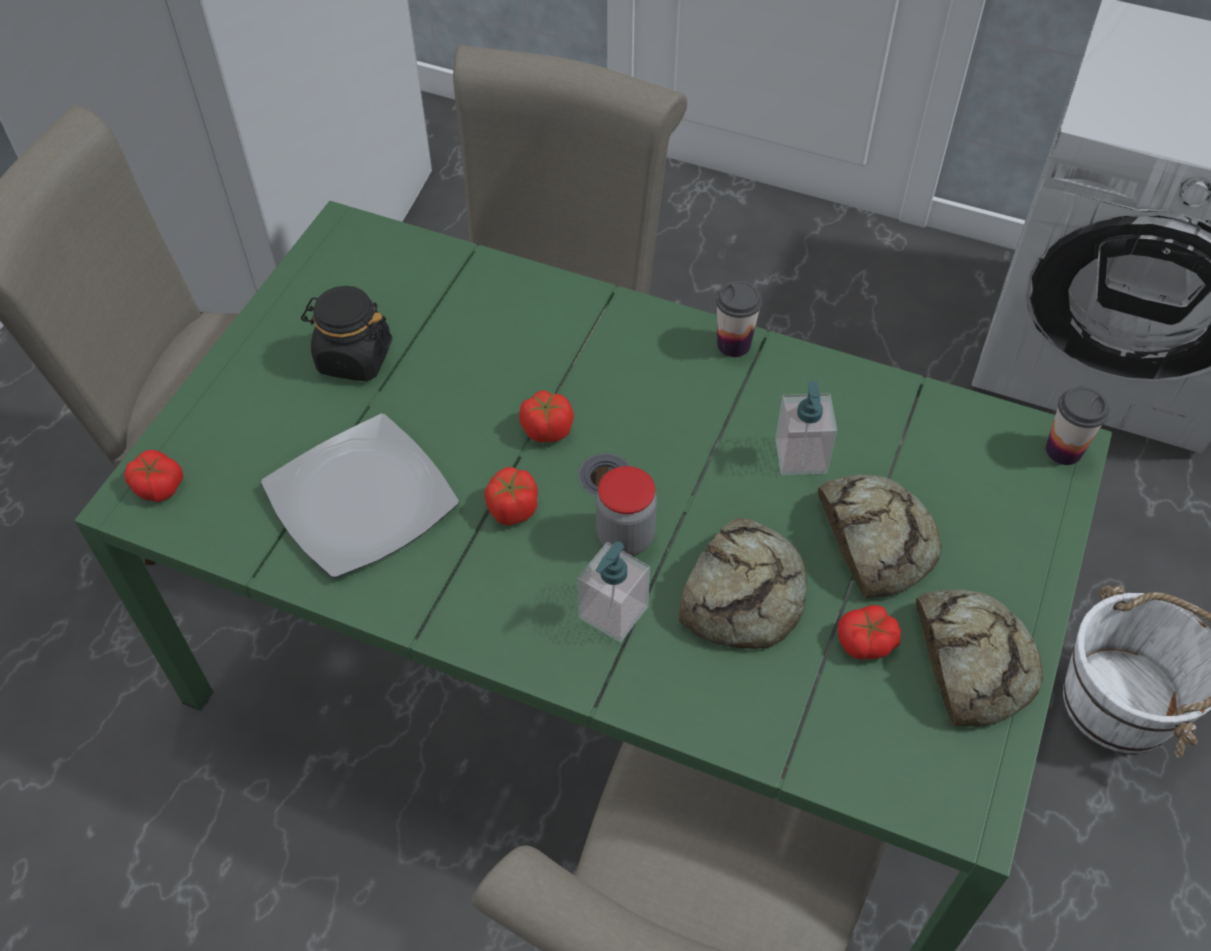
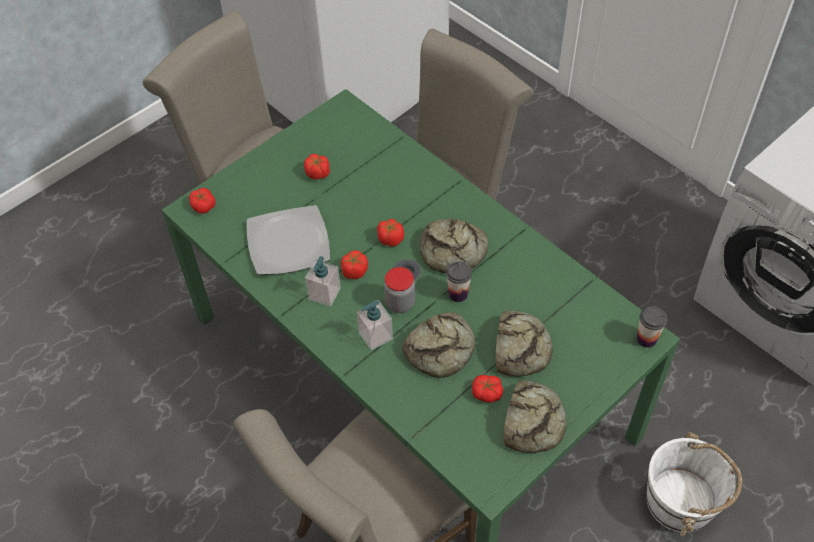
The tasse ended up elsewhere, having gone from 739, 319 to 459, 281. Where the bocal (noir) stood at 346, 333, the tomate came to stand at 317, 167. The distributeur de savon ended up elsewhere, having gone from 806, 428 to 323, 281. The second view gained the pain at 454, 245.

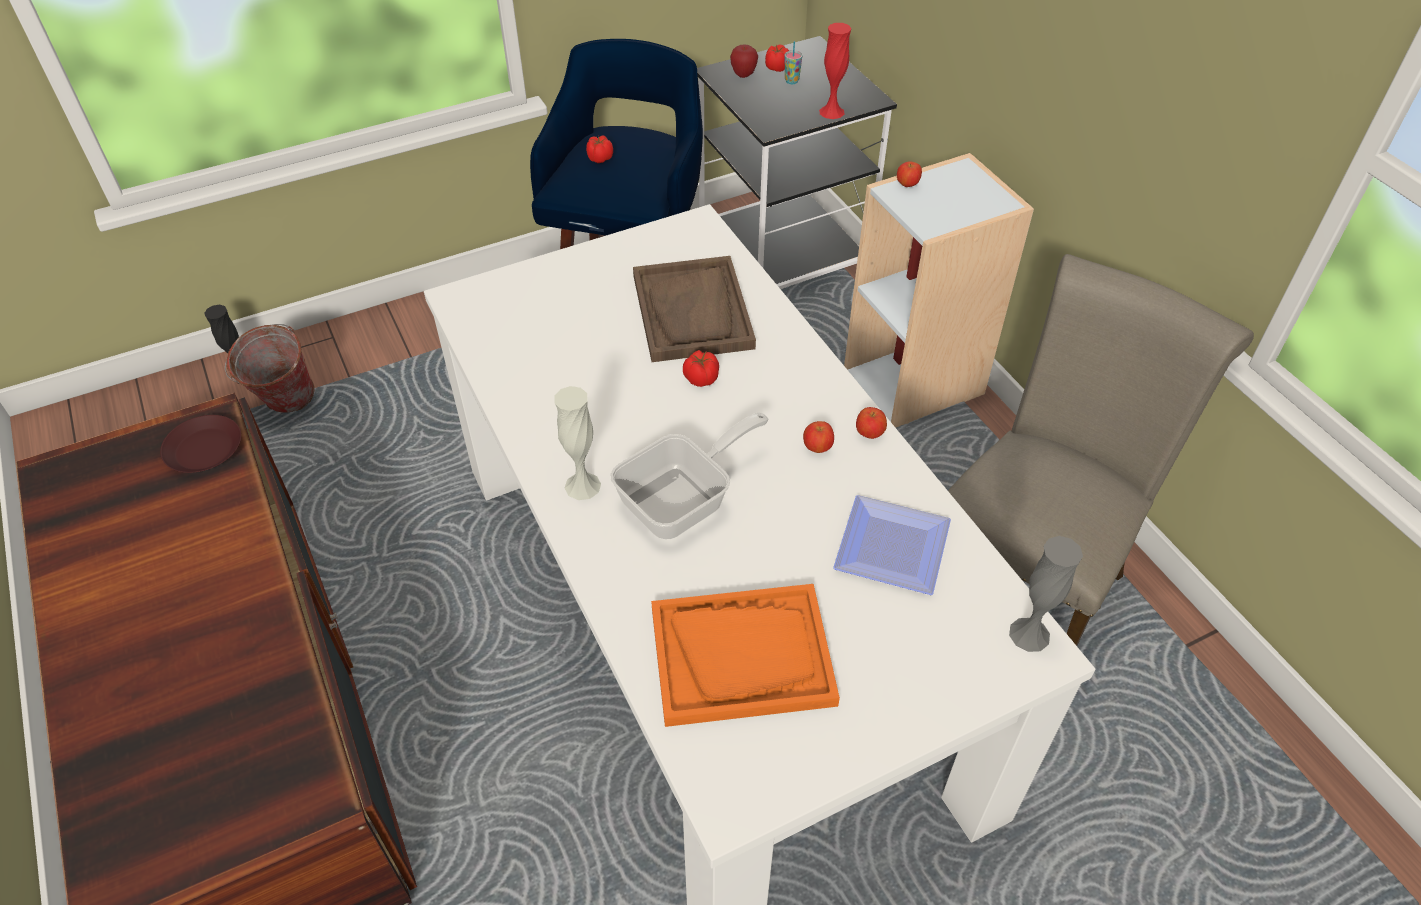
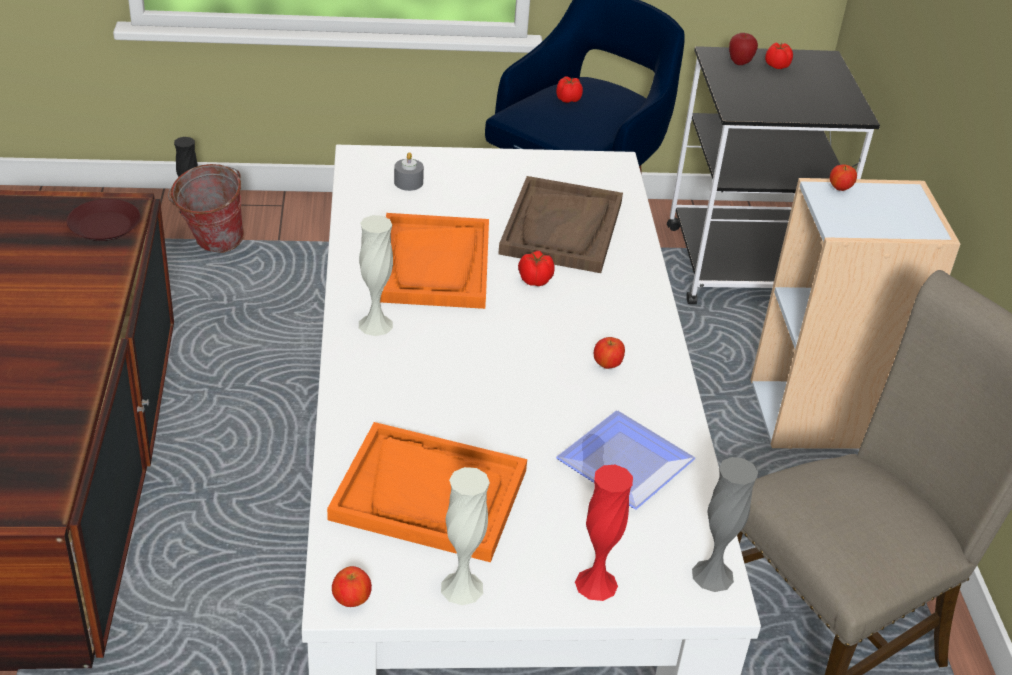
The vase (rouge) ended up elsewhere, having gone from 835, 71 to 604, 533. The second view lost the tasse at 793, 62. The pomme ended up elsewhere, having gone from 871, 423 to 352, 586. The second view lost the poêle at 690, 475. The second view gained the bougie (gris) at 409, 171. The second view gained the plateau (orange) at 434, 261. The second view gained the vase (blanc) at 465, 536.

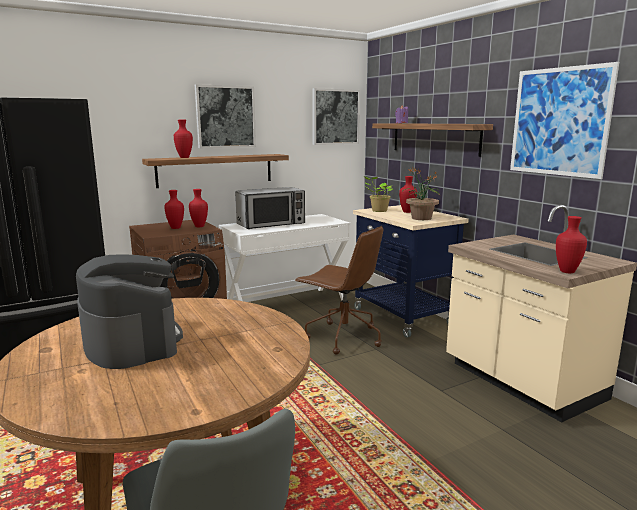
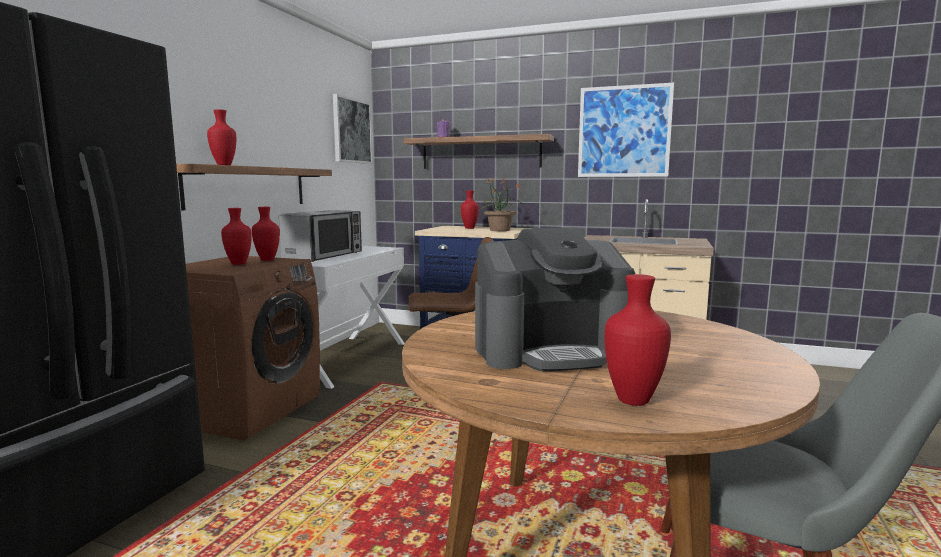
The second view lost the tableau at 225, 116. The second view lost the plante en pot at 378, 194. The vase (rouge) ended up elsewhere, having gone from 571, 244 to 637, 340. The machine à café at 129, 311 ended up facing another way, 150 degrees clockwise from before.

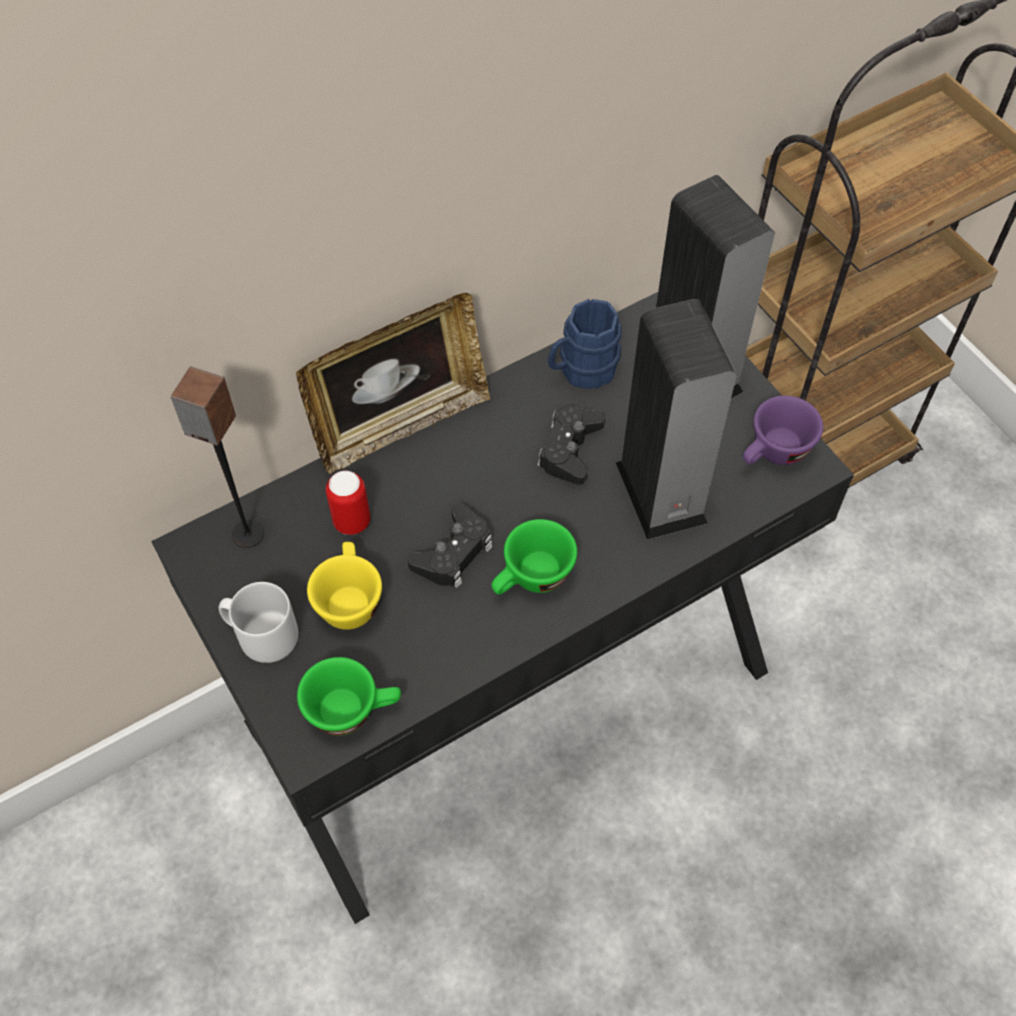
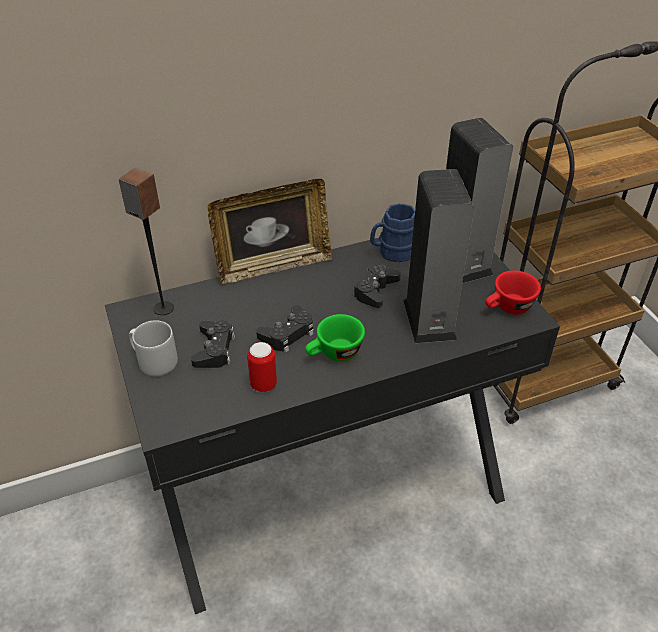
What was the tasse (violet) at 783, 430 turned into the tasse (rouge) at 513, 293. The boîte métallique ended up elsewhere, having gone from 348, 503 to 262, 367. Where the tasse (jaune) stood at 344, 586, the manette (noir) came to stand at 213, 344. The second view lost the tasse (vert) at 349, 696.

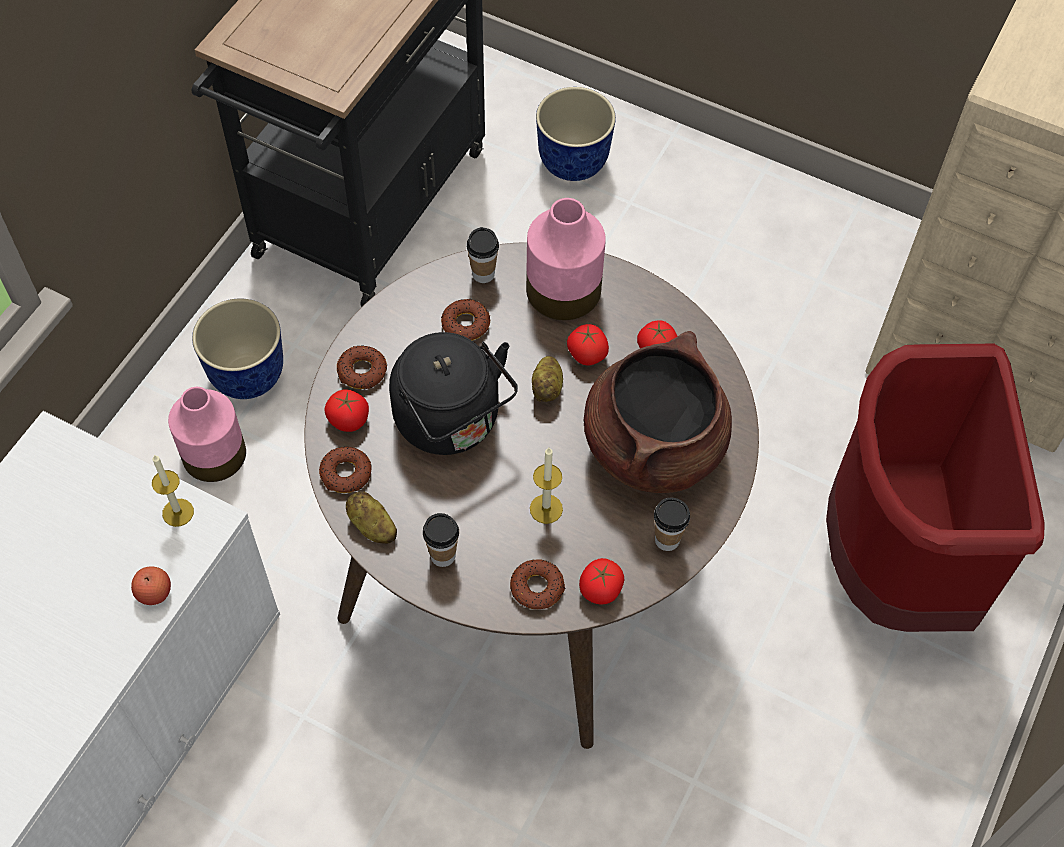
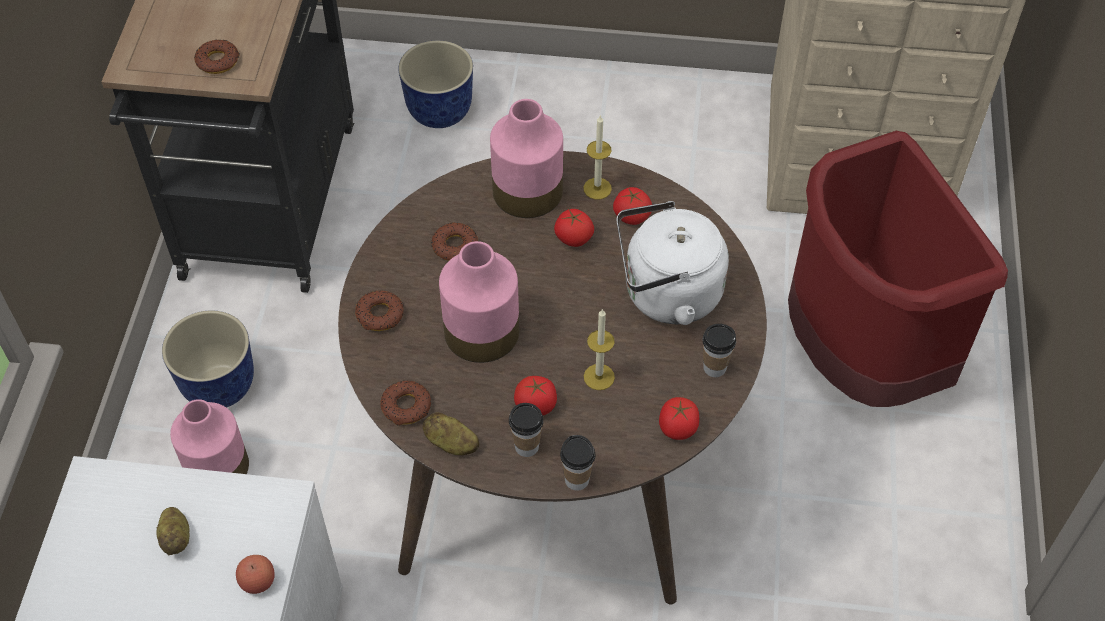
The tasse ended up elsewhere, having gone from 482, 255 to 577, 463. Where the marmite (marron) stood at 657, 412, the bouilloire (blanc) came to stand at 673, 263. Where the bouilloire (noir) stood at 453, 393, the vase (rose) came to stand at 479, 302. The pomme de terre ended up elsewhere, having gone from 547, 379 to 173, 531. The tomate ended up elsewhere, having gone from 346, 410 to 535, 395. The bougie ended up elsewhere, having gone from 173, 490 to 597, 157. The beignet ended up elsewhere, having gone from 538, 584 to 217, 56.

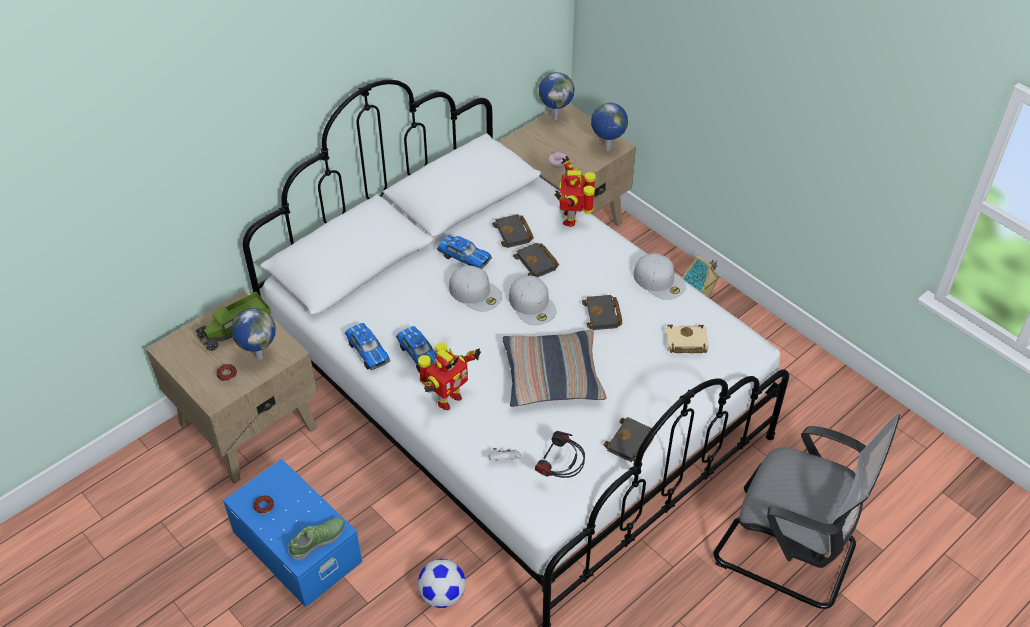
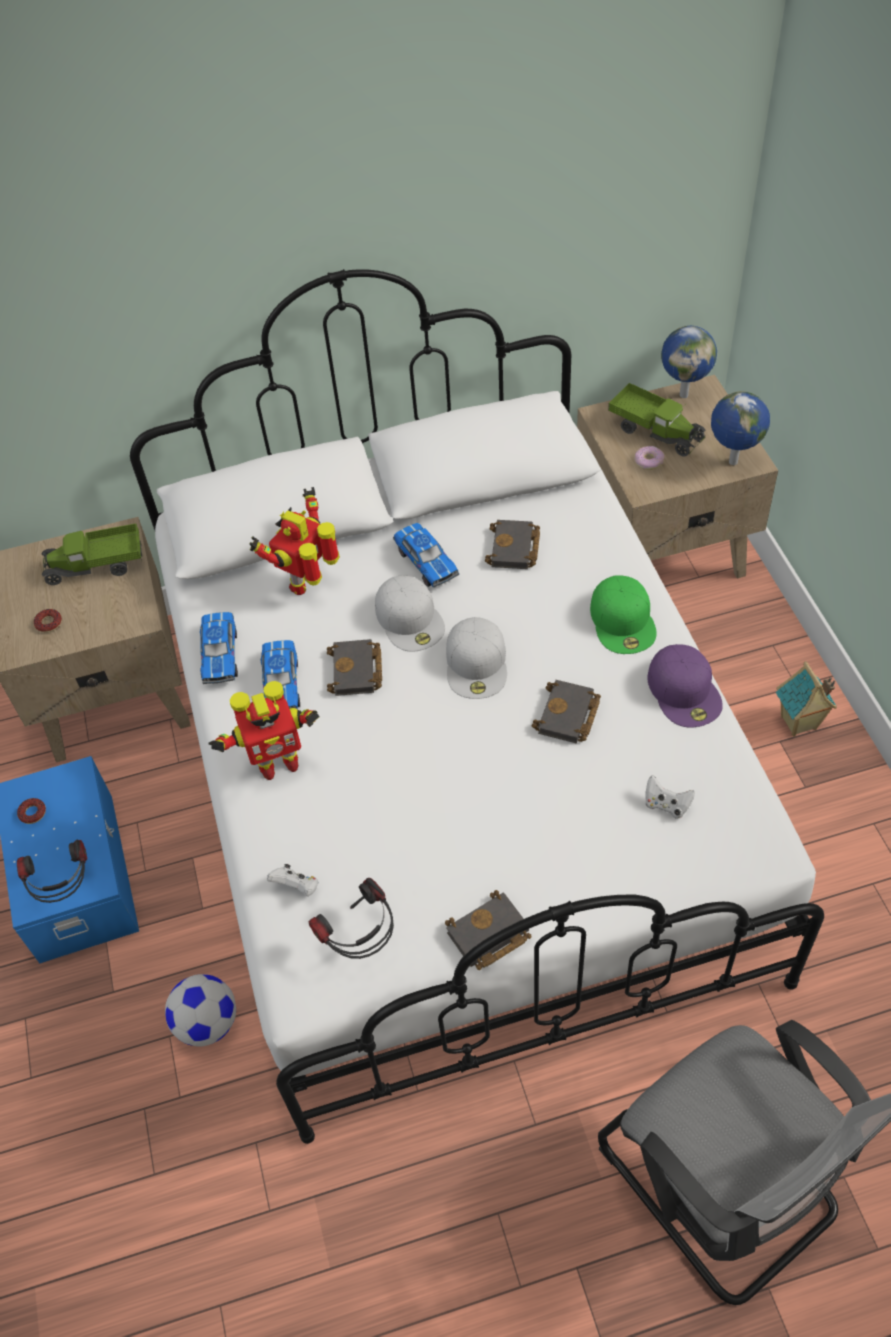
The robot jouet ended up elsewhere, having gone from 575, 191 to 295, 541. The livre (noir) ended up elsewhere, having gone from 536, 260 to 354, 667. What was the casquette (blanc) at 659, 276 turned into the casquette (violet) at 685, 686. The second view lost the globe at 253, 334. Where the livre (beige) stood at 687, 338, the manette (blanc) came to stand at 670, 797. The second view lost the coussin at 554, 368. Where the chaussure stood at 316, 539, the casque audio came to stand at 52, 871. The second view gained the camion jouet at 657, 420. The second view gained the casquette (vert) at 623, 614.

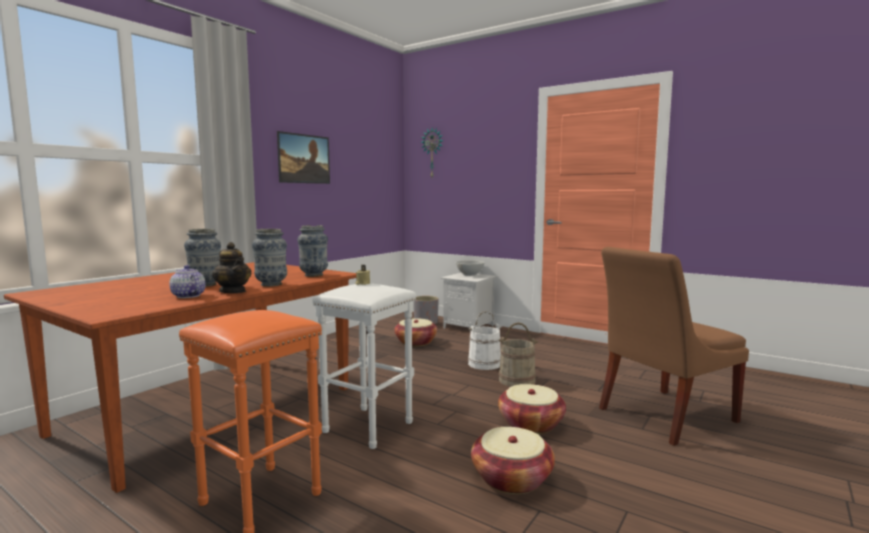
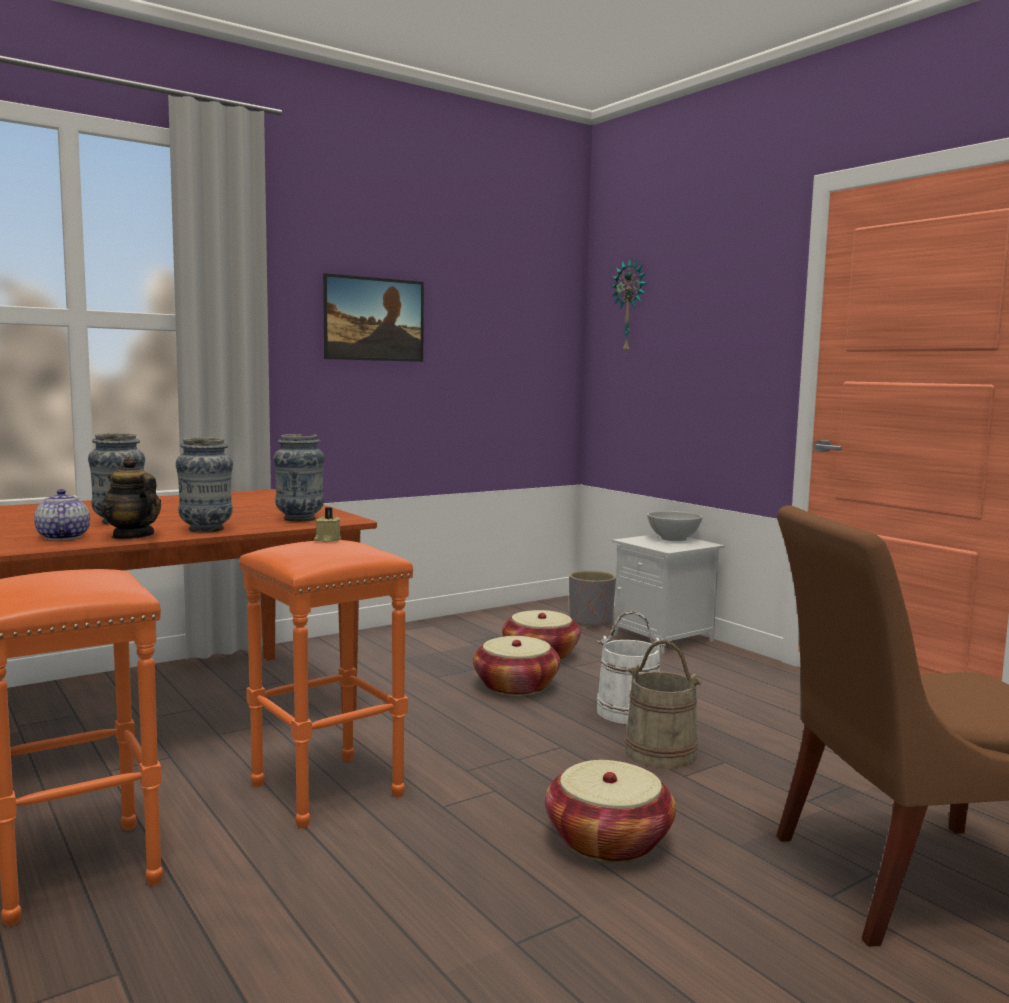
The théière at 231, 267 ended up facing another way, 150 degrees clockwise from before. What was the tabouret (blanc) at 364, 366 turned into the tabouret (orange) at 326, 684. The panier ended up elsewhere, having gone from 513, 460 to 516, 666.

